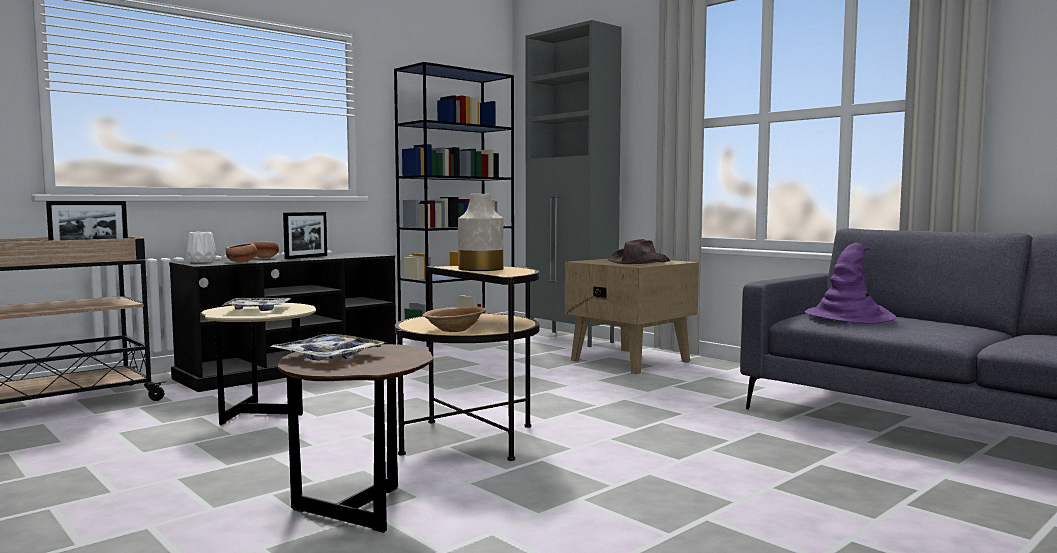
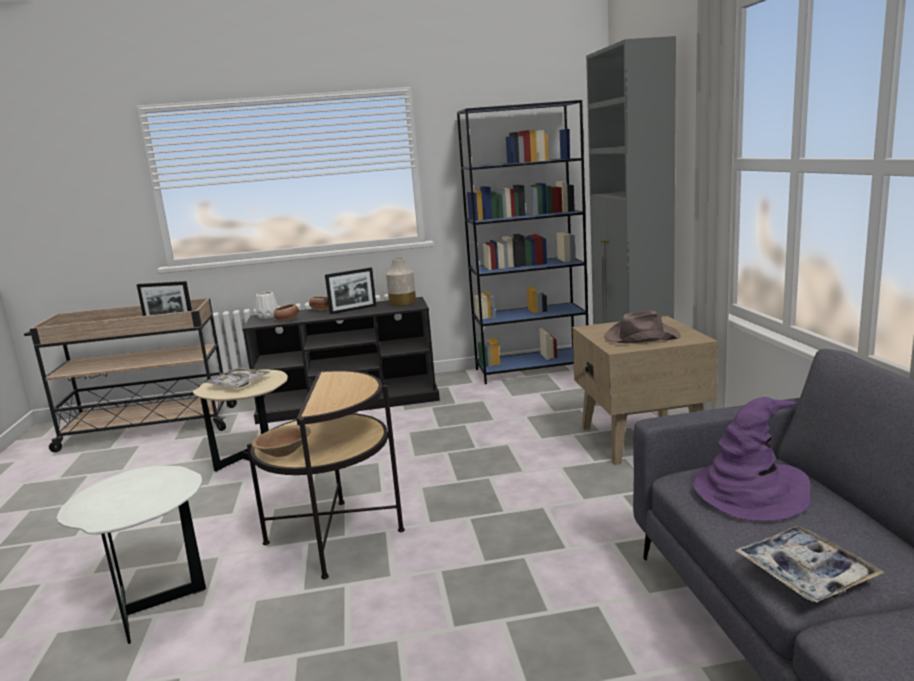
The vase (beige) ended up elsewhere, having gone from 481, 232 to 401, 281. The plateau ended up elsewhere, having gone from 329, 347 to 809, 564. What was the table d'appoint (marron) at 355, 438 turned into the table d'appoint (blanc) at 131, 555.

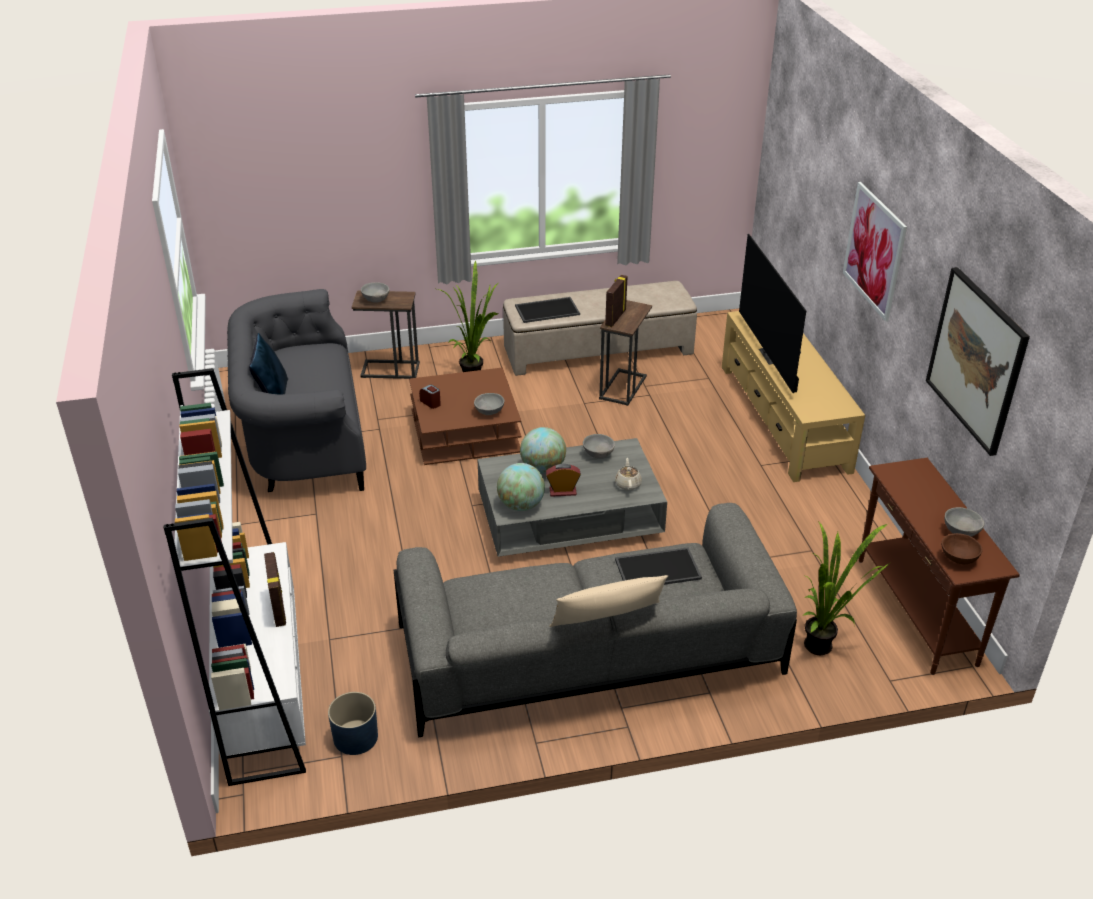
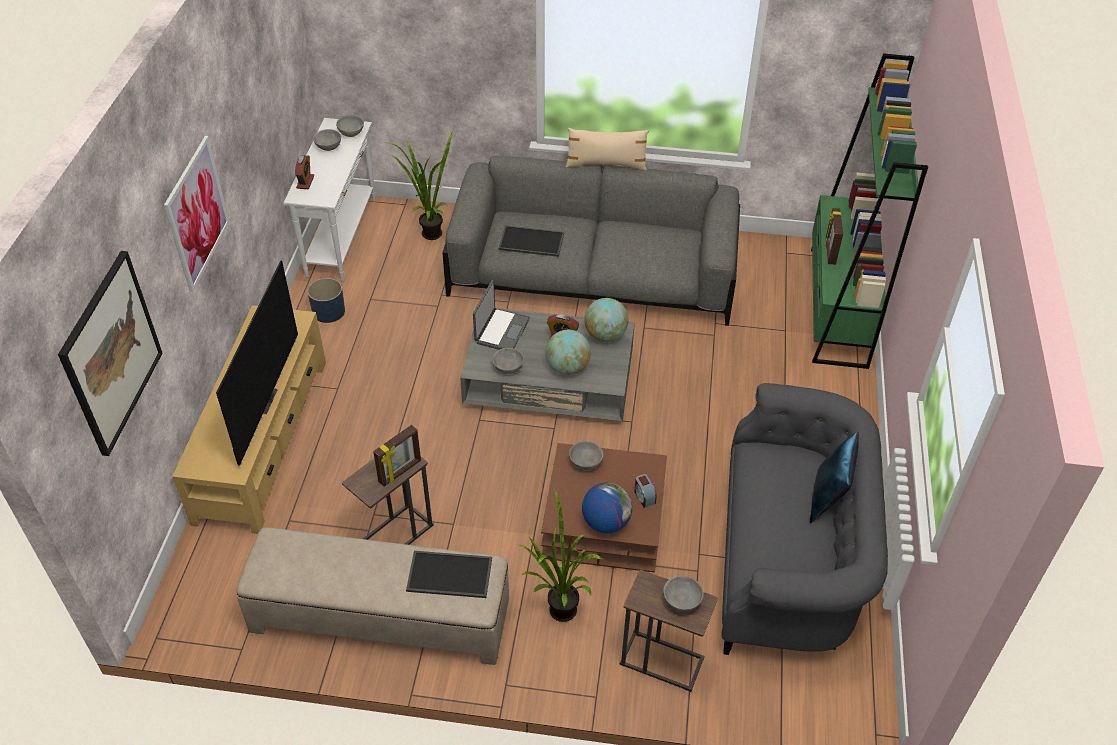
The tableau ended up elsewhere, having gone from 978, 361 to 110, 353. What was the bibliothèque (blanc) at 235, 577 turned into the bibliothèque (vert) at 869, 211. Where the théière (beige) stood at 628, 474, the ordinateur portable came to stand at 501, 315. What was the table console (marron) at 939, 566 turned into the table console (blanc) at 329, 200. What was the bol (marron) at 962, 548 turned into the bol (gris) at 350, 126. The cache-pot (bleu) ended up elsewhere, having gone from 353, 723 to 326, 300. The second view gained the réveil at 304, 172. The second view gained the globe at 607, 508.

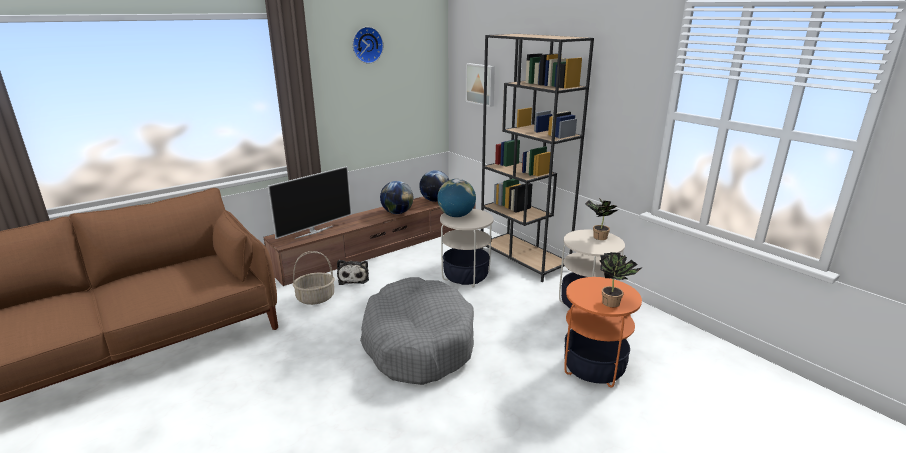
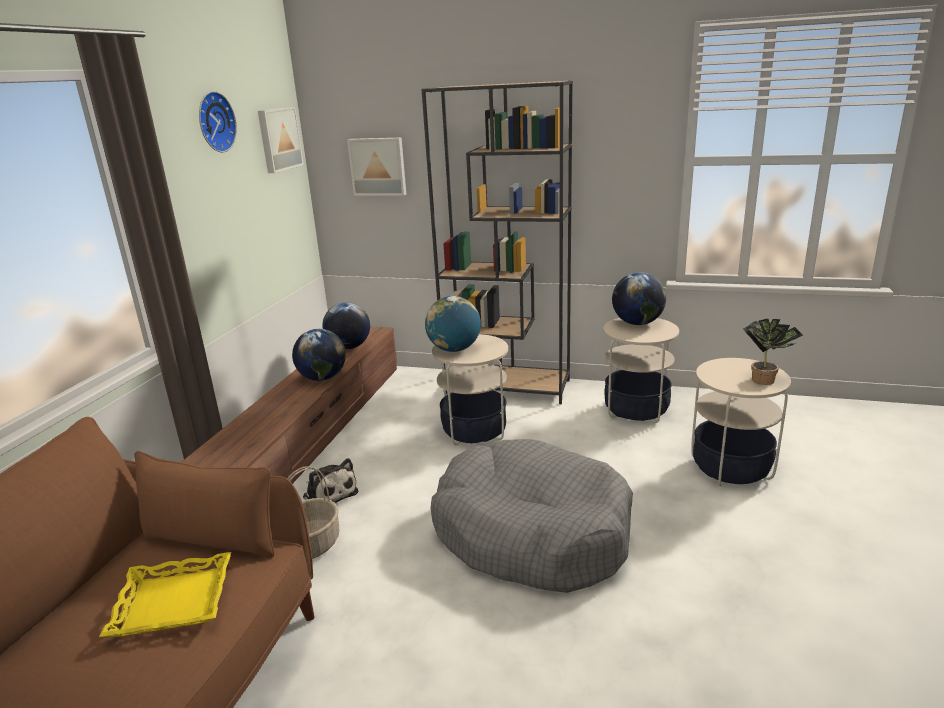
The second view lost the téléviseur at 310, 202. Where the plante en pot stood at 602, 219, the globe came to stand at 639, 298. What was the table d'appoint (orange) at 603, 332 turned into the table d'appoint (beige) at 741, 422. The second view gained the tableau at 281, 140. The second view gained the plateau (jaune) at 165, 594.

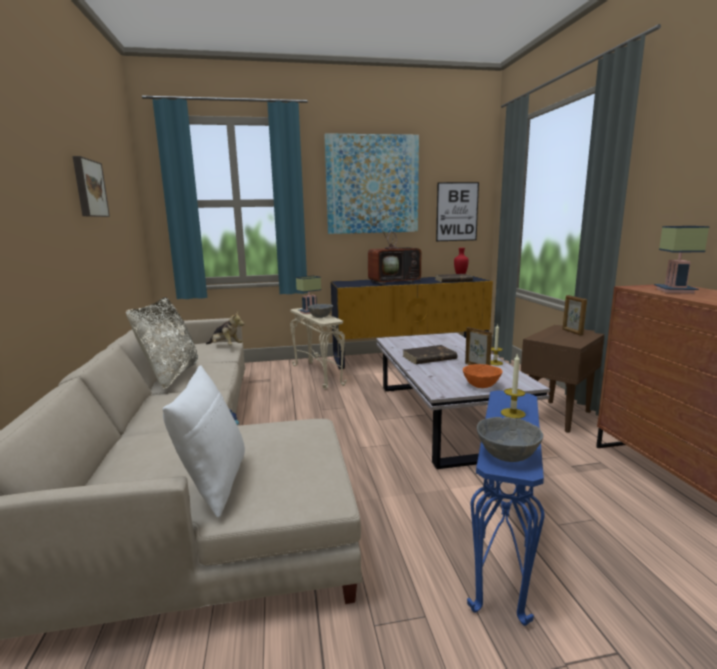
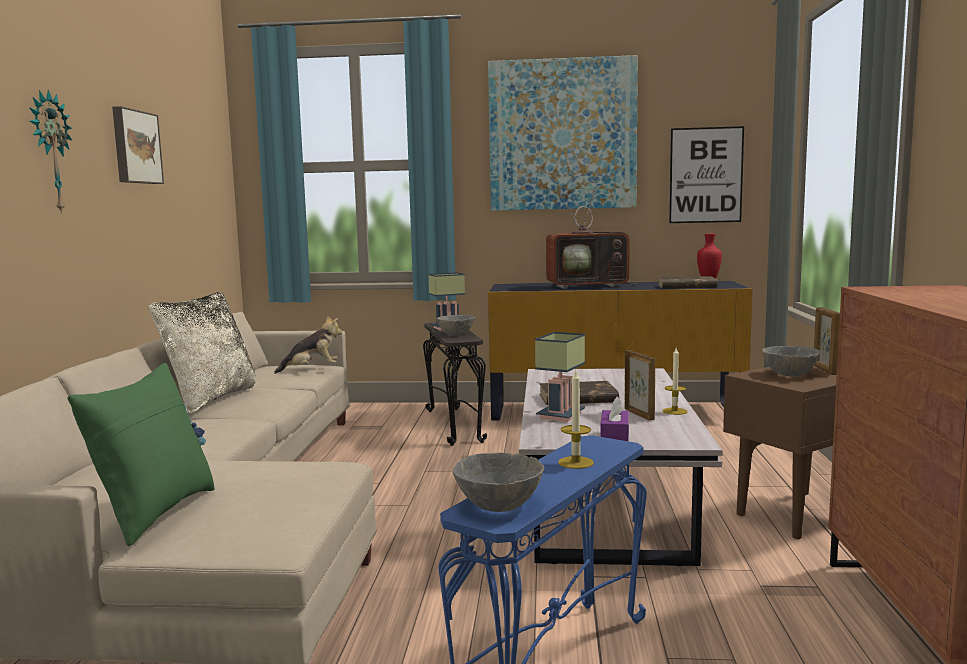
The lampe de table ended up elsewhere, having gone from 682, 260 to 560, 377. What was the table d'appoint (beige) at 318, 349 turned into the table d'appoint (noir) at 455, 384. The peluche at 225, 328 ended up facing another way, 60 degrees counterclockwise from before. Where the bol (orange) stood at 483, 376, the boîte à mouchoirs (violet) came to stand at 614, 418. What was the coussin (blanc) at 203, 441 turned into the coussin (vert) at 141, 454. The second view gained the horloge murale at 50, 152. The second view gained the bol (gris) at 791, 361.

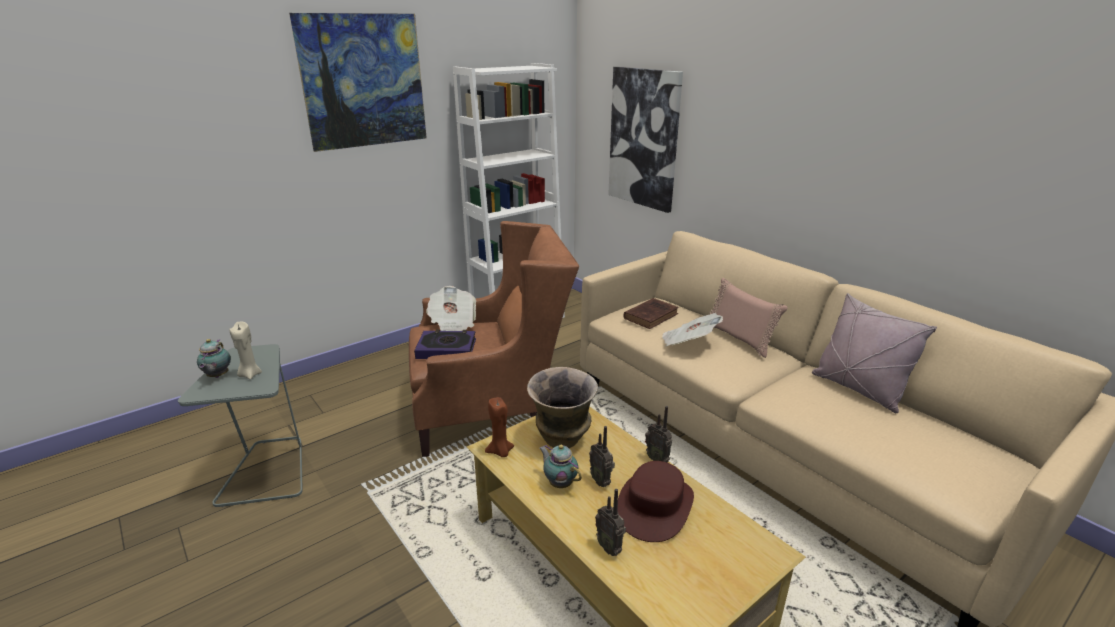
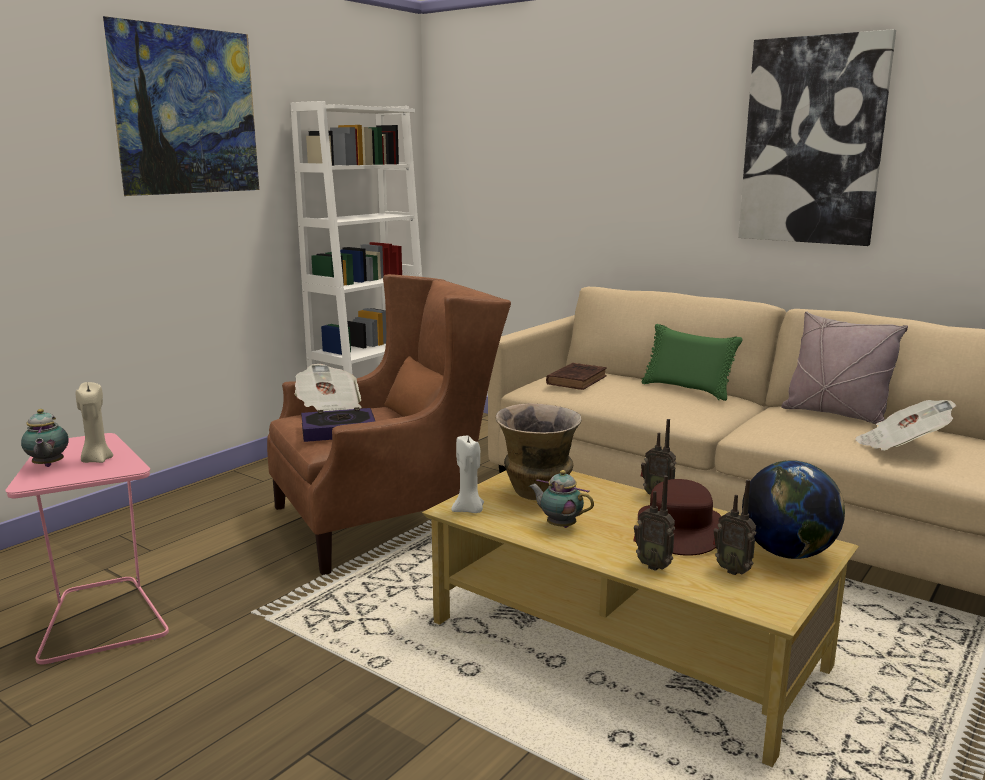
The tableau ended up elsewhere, having gone from 645, 140 to 817, 137. What was the coussin (beige) at 748, 318 turned into the coussin (vert) at 692, 362. The journal ended up elsewhere, having gone from 692, 329 to 906, 425. What was the table d'appoint (gris) at 240, 425 turned into the table d'appoint (rose) at 87, 549. What was the bougie (marron) at 499, 427 turned into the bougie (blanc) at 467, 473. The radio ended up elsewhere, having gone from 602, 456 to 734, 527. The second view gained the globe at 793, 509.

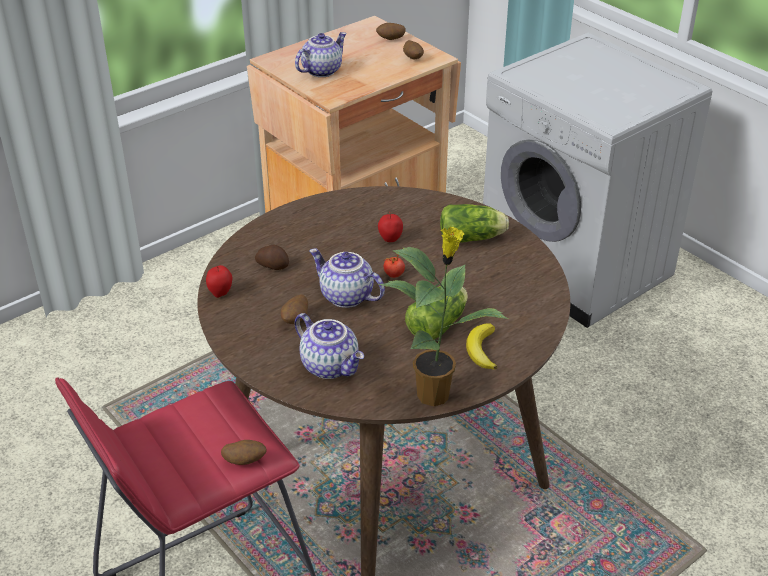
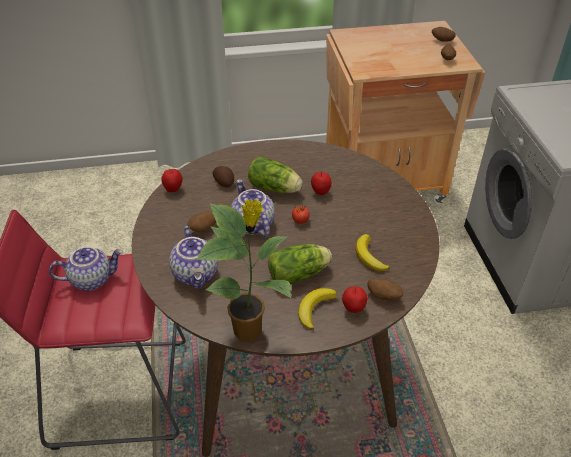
The théière ended up elsewhere, having gone from 321, 54 to 86, 269. The laitue ended up elsewhere, having gone from 474, 223 to 275, 175. The pomme de terre ended up elsewhere, having gone from 243, 452 to 385, 289. The second view gained the banane at 372, 252. The second view gained the pomme at 354, 299.

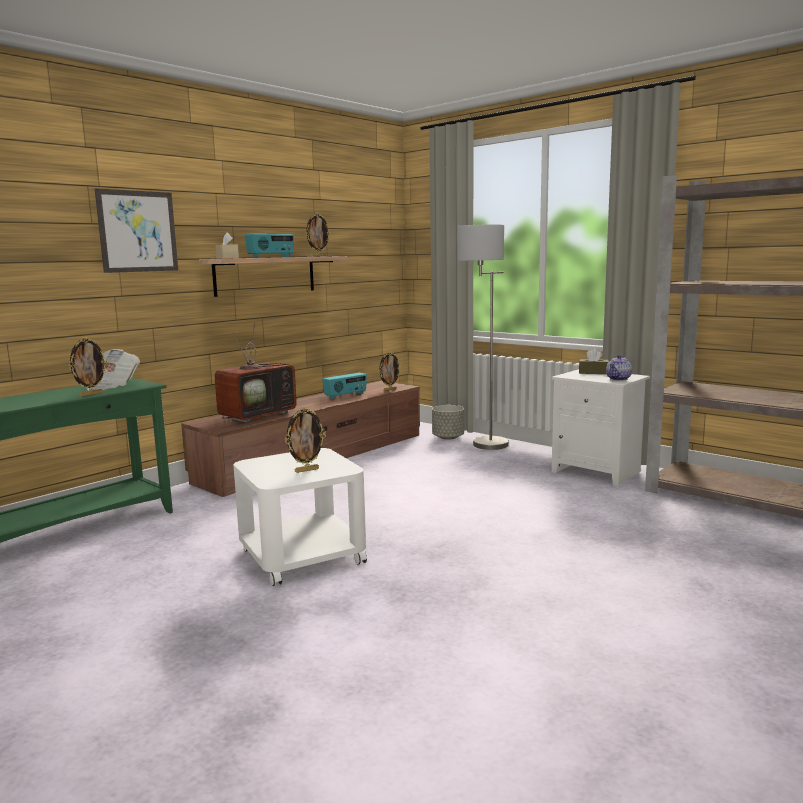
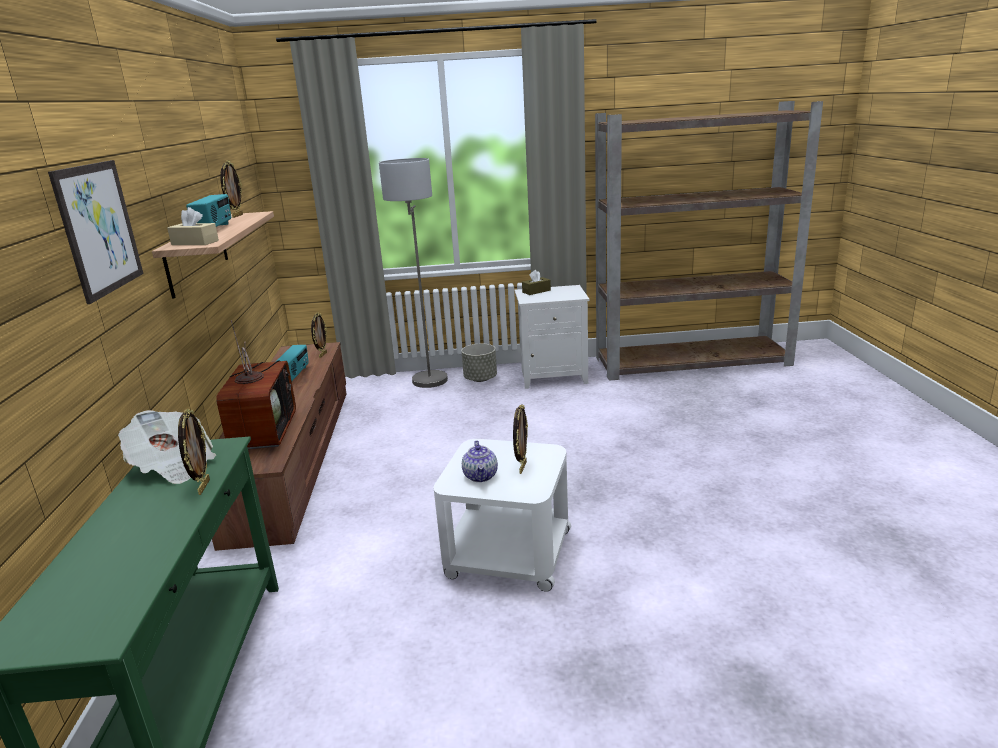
The théière ended up elsewhere, having gone from 619, 368 to 480, 461. The cache-pot (gris) ended up elsewhere, having gone from 448, 422 to 479, 363.

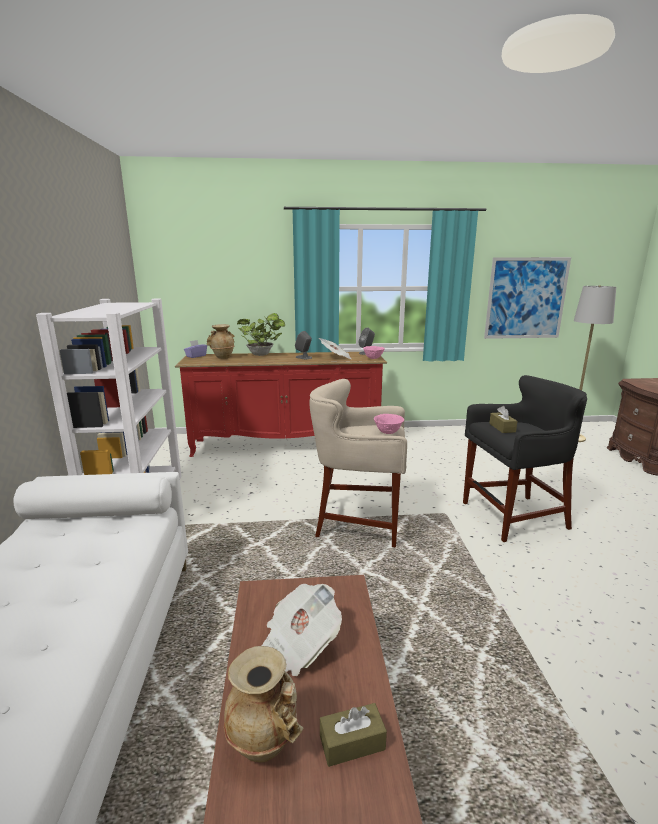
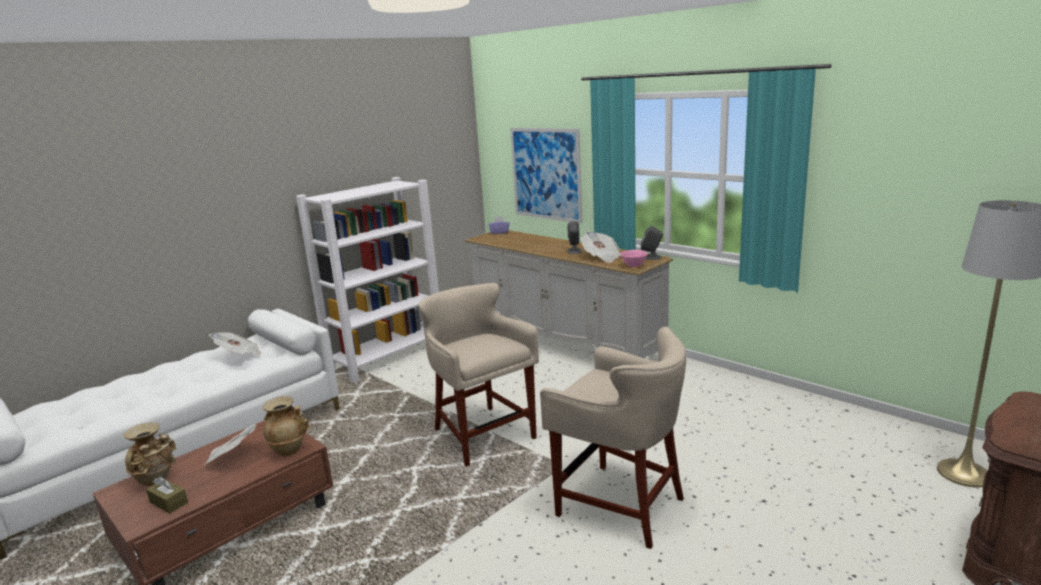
The tableau ended up elsewhere, having gone from 527, 298 to 546, 176. The second view lost the plante en pot at 261, 334. The vase (beige) ended up elsewhere, having gone from 221, 341 to 286, 426. What was the meuble de rangement (rouge) at 281, 404 turned into the meuble de rangement (gris) at 568, 295. What was the tabouret (noir) at 525, 458 turned into the tabouret (beige) at 613, 438. The second view lost the boîte à mouchoirs (marron) at 503, 419. The second view lost the bol (rose) at 389, 424. The second view gained the journal at 235, 343.

